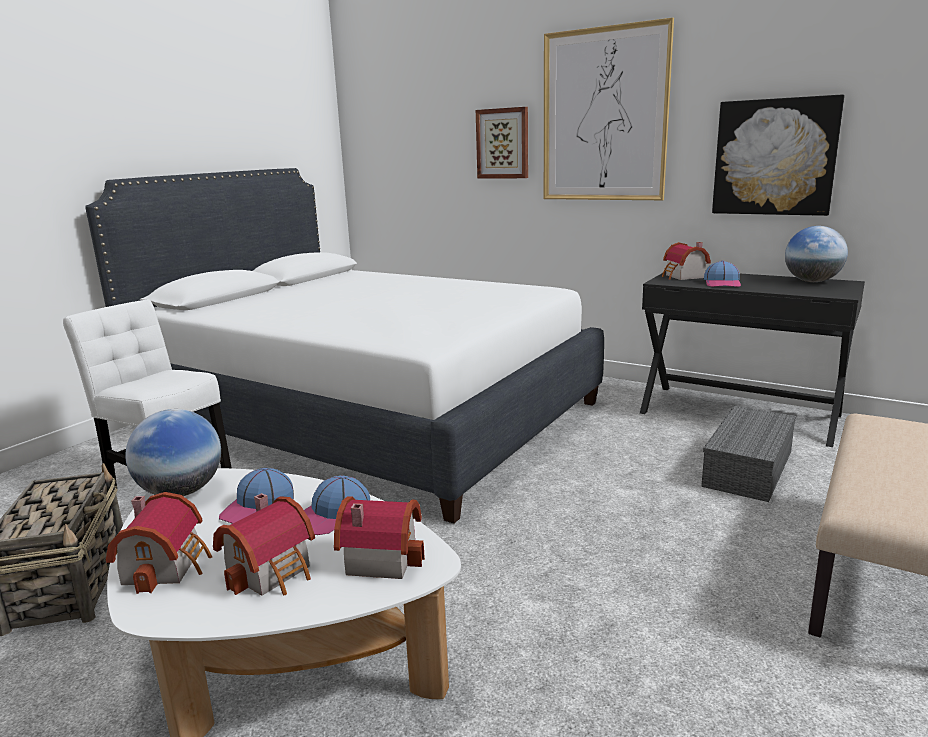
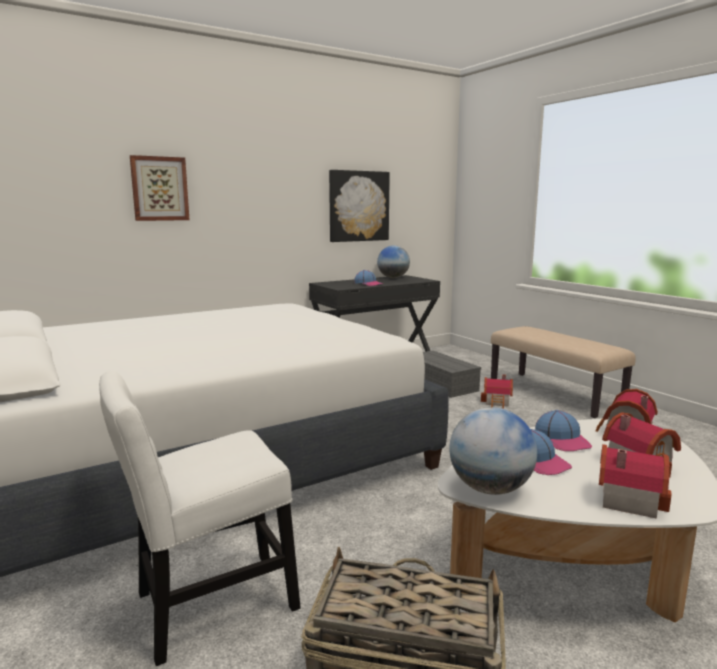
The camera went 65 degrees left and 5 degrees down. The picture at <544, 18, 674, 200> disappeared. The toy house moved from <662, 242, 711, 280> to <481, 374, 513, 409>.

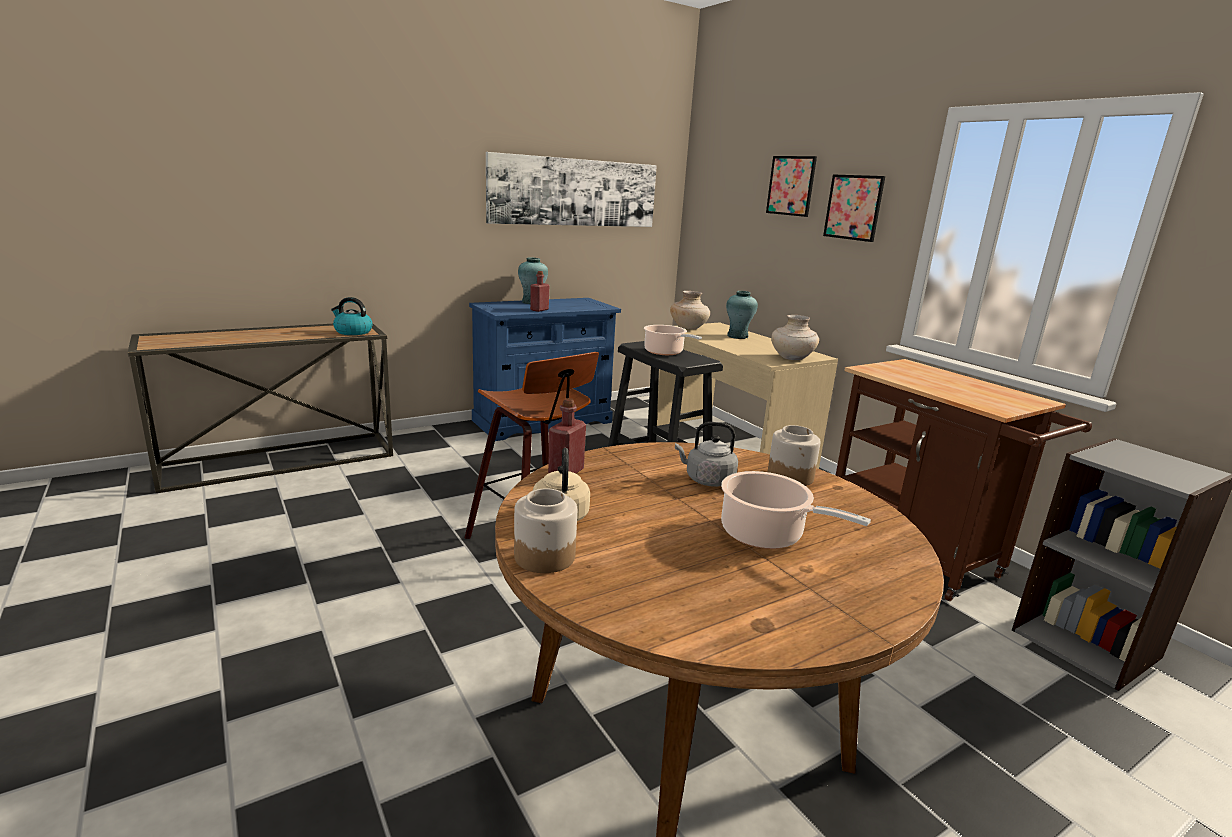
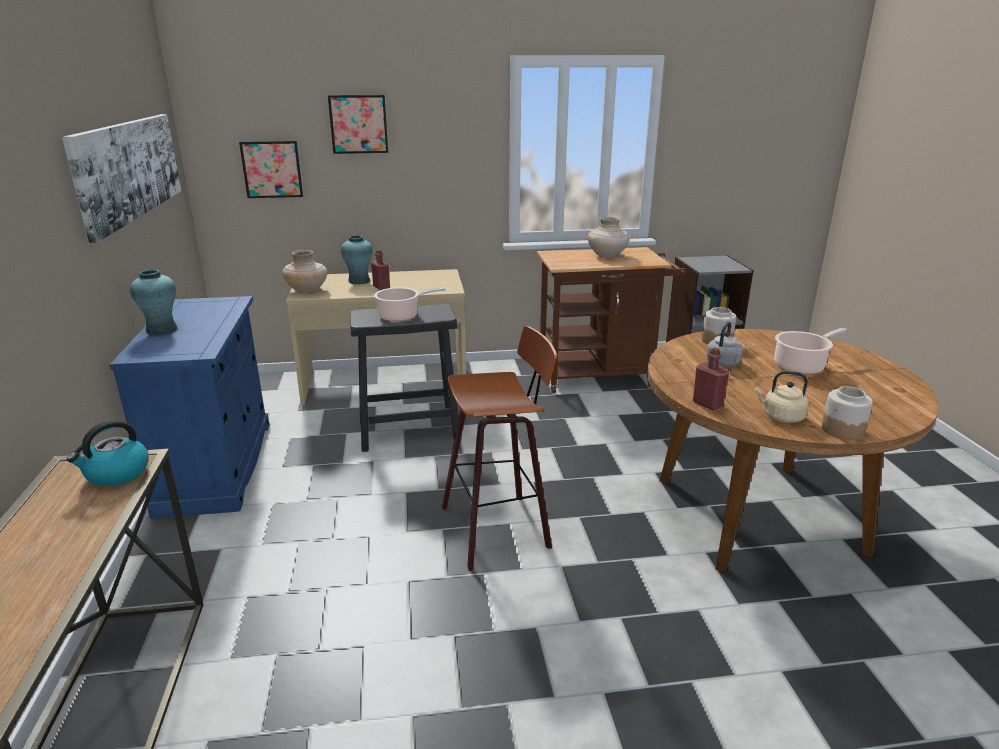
The camera went 65 degrees left and 5 degrees up. The picture moved from <823, 174, 885, 242> to <239, 141, 303, 198>. The bottle (red) moved from <530, 271, 549, 312> to <371, 249, 390, 290>. The vase (beige) moved from <771, 315, 819, 360> to <588, 217, 629, 258>.

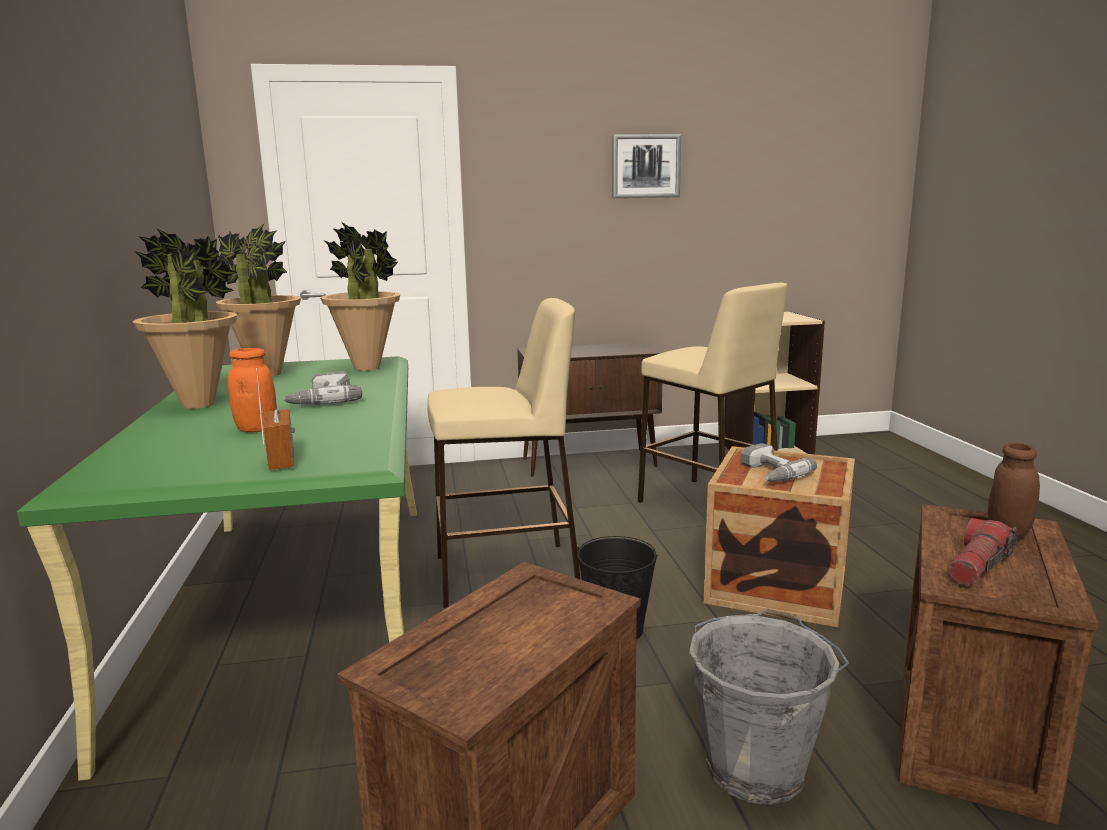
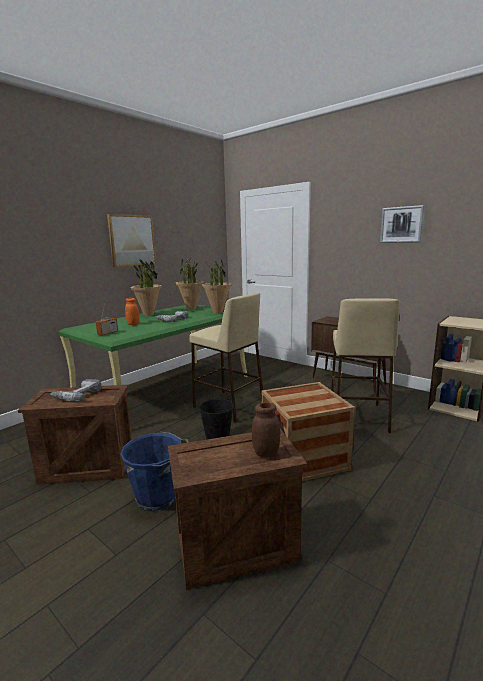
The camera went 50 degrees right and 0 degrees up. The power drill moved from <741, 443, 817, 482> to <50, 379, 102, 401>. The flashlight at <949, 518, 1017, 585> disappeared. The bucket (grey) at <689, 608, 849, 805> became the bucket (blue) at <120, 431, 189, 511>. The picture at <107, 214, 156, 267> appeared.

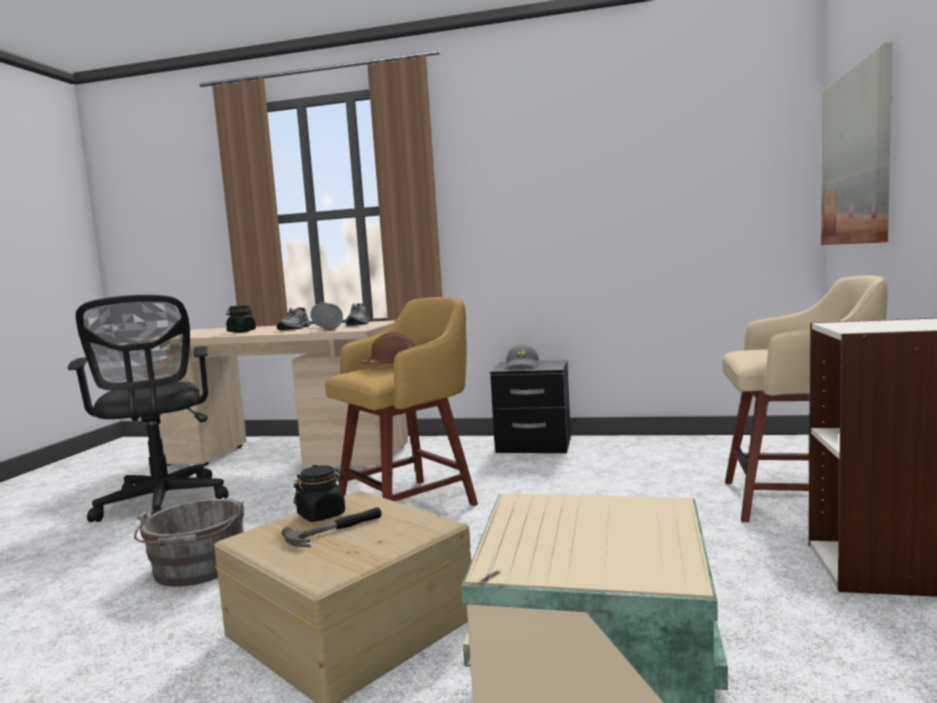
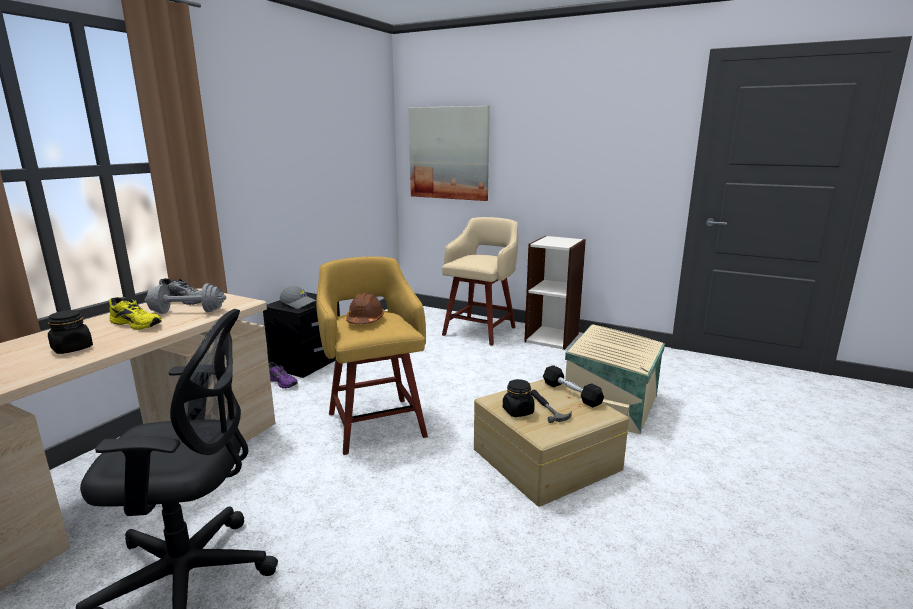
The camera went 75 degrees left and 10 degrees up. The shoe (grey) at <277, 307, 310, 330> became the shoe (yellow) at <109, 297, 162, 330>. The bucket (grey) at <134, 499, 244, 587> disappeared. The shoe (purple) at <269, 362, 298, 388> appeared. The dumbbell (black) at <543, 365, 604, 408> appeared.

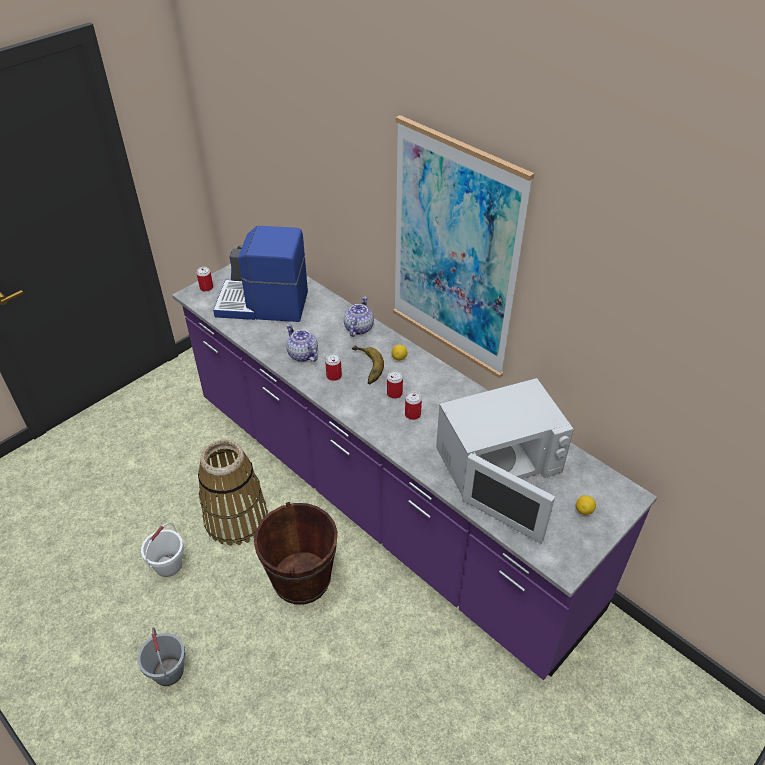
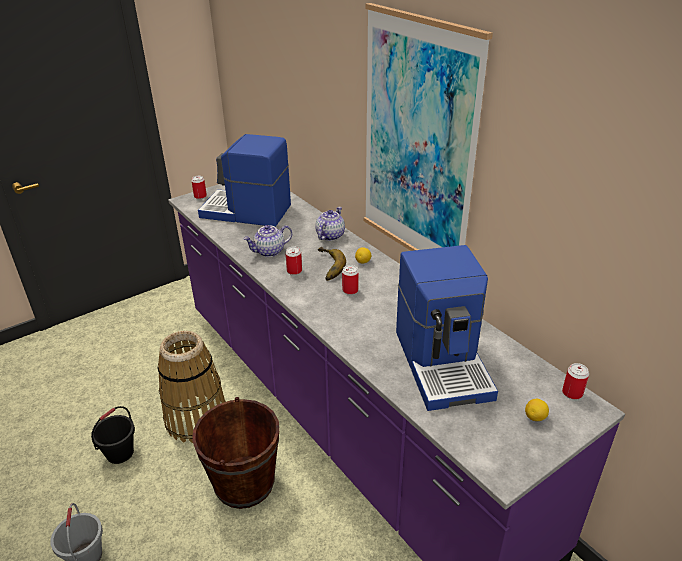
The camera went 10 degrees right and 10 degrees down. The teapot at <286, 324, 318, 362> turned 90 degrees counterclockwise. The microwave (white) at <436, 378, 574, 544> was replaced by the coffee machine at <396, 245, 498, 411>. The can moved from <405, 391, 422, 420> to <562, 363, 589, 400>. The bucket (white) at <141, 523, 184, 577> became the bucket (black) at <91, 406, 135, 464>.

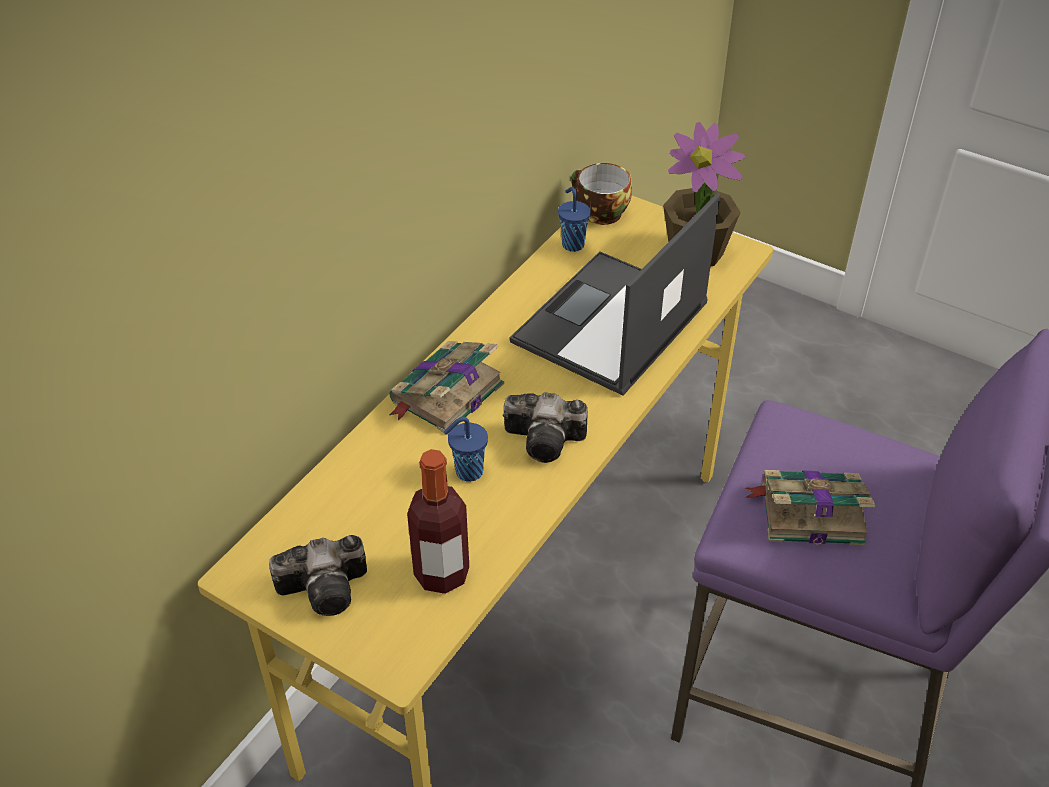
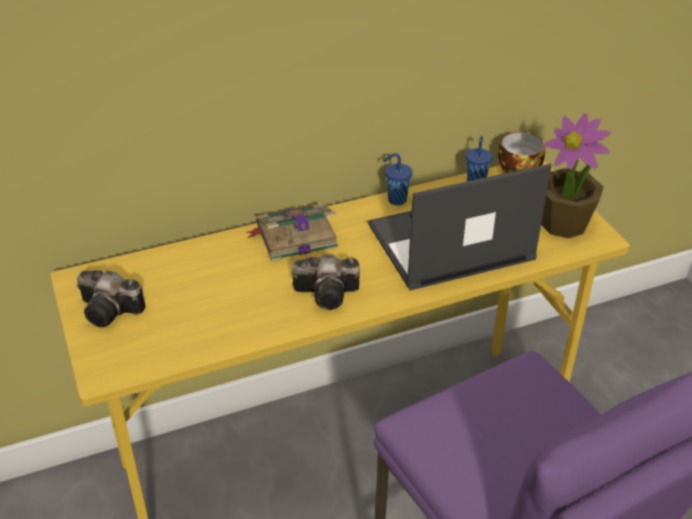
The camera went 35 degrees right and 5 degrees down. The photo camera at <503, 392, 588, 463> turned 45 degrees counterclockwise. The cup (blue) moved from <444, 417, 488, 482> to <383, 153, 412, 205>. The bottle at <407, 449, 469, 594> disappeared. The book at <745, 470, 875, 546> disappeared.

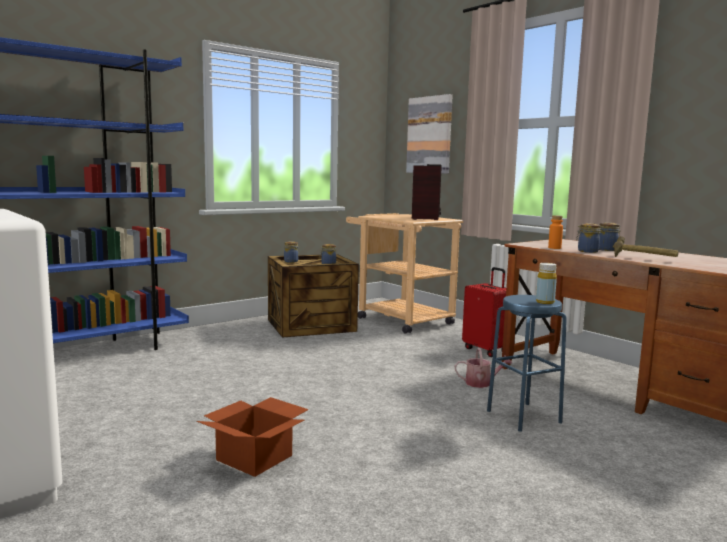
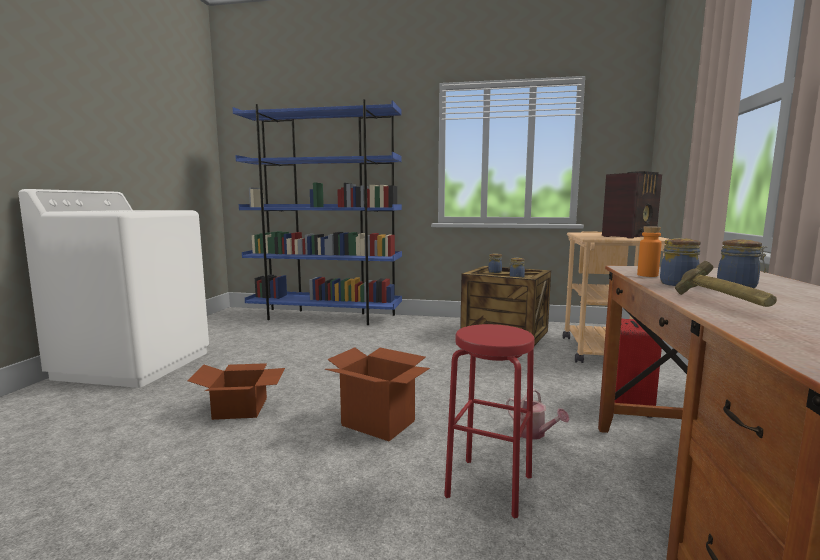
The camera went 50 degrees right and 0 degrees up. The picture at <406, 94, 453, 174> disappeared. The bottle (yellow) at <536, 263, 557, 304> disappeared. The stool (blue) at <487, 295, 567, 432> became the stool (red) at <444, 324, 535, 519>. The cardboard box at <325, 347, 430, 441> appeared.

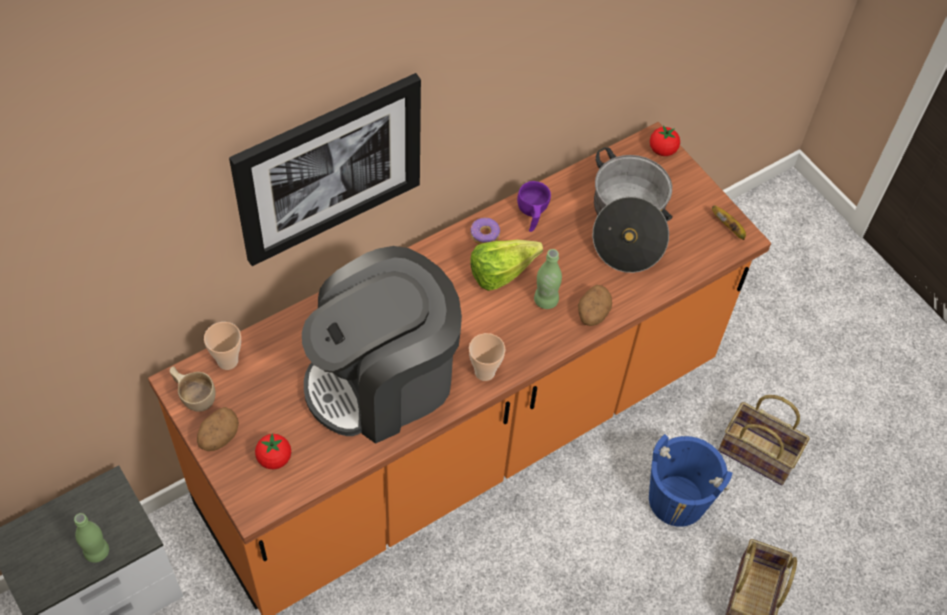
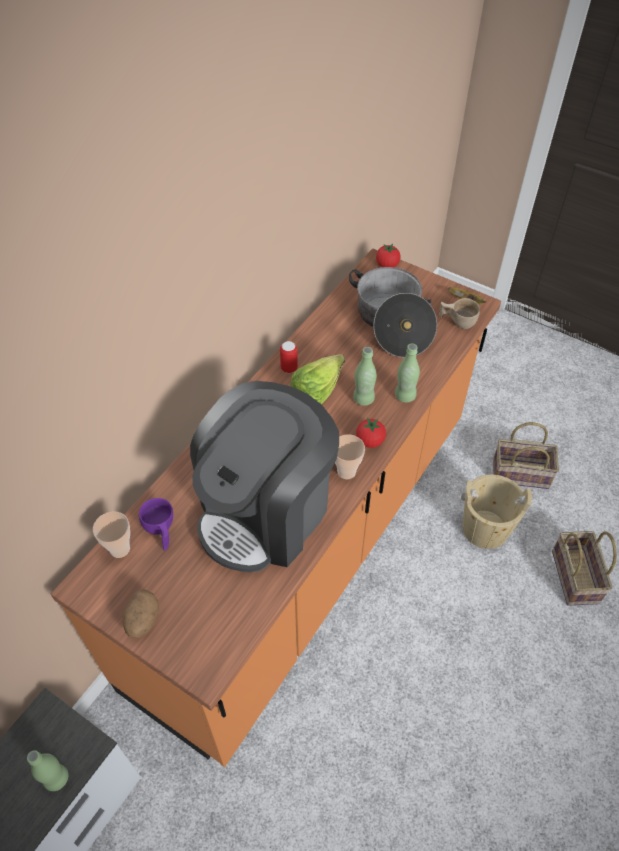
The camera went 20 degrees left and 5 degrees down. The picture at <229, 73, 421, 266> disappeared. The cup (purple) moved from <517, 181, 551, 232> to <139, 498, 173, 551>. The donut at <470, 218, 500, 244> was replaced by the can at <280, 341, 298, 373>. The potato at <578, 285, 612, 326> was replaced by the bottle (green) at <395, 343, 420, 403>. The cup (beige) moved from <170, 366, 215, 412> to <439, 298, 480, 329>. The tomato moved from <255, 433, 291, 469> to <356, 418, 386, 448>. The bucket (blue) at <649, 434, 732, 527> became the bucket (beige) at <461, 475, 532, 549>.

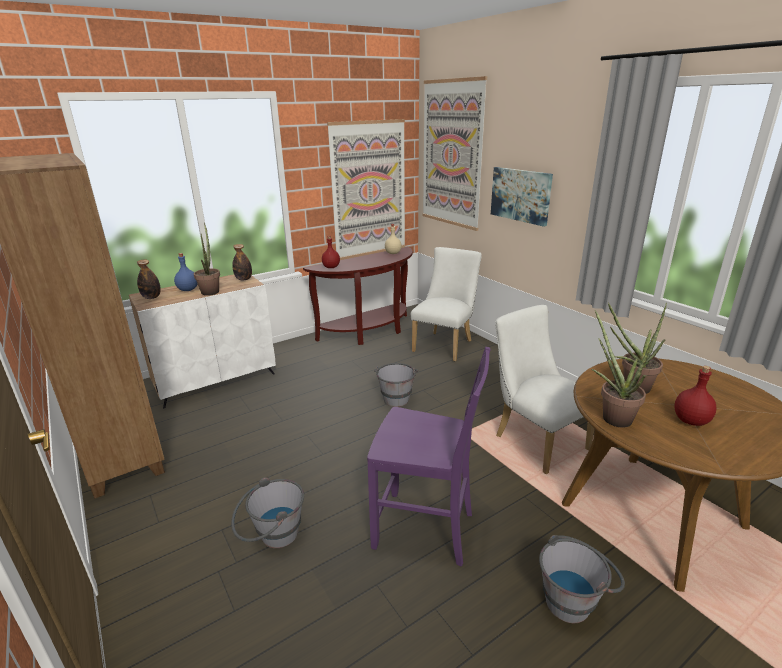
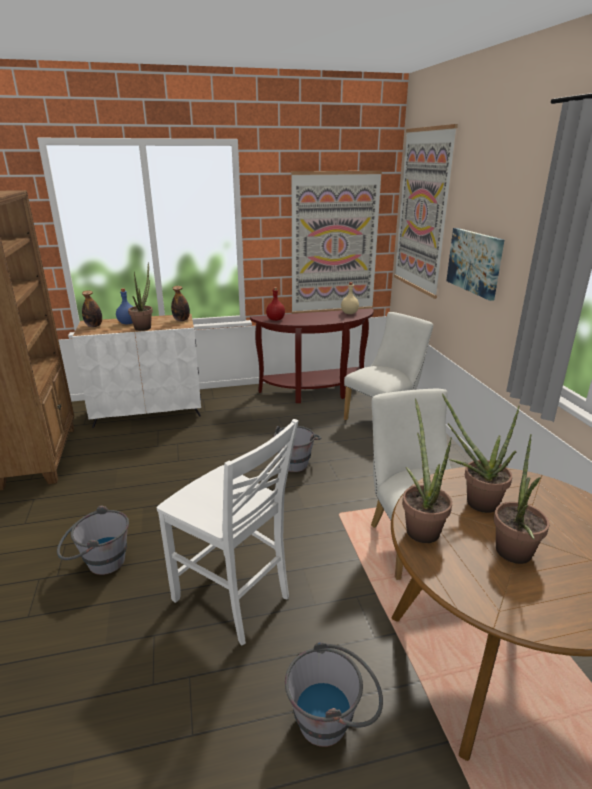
The camera went 20 degrees right and 0 degrees up. The chair (purple) at <367, 347, 491, 566> became the chair (white) at <157, 419, 298, 645>. The bottle (red) at <674, 366, 716, 426> was replaced by the potted plant at <494, 434, 549, 564>.

